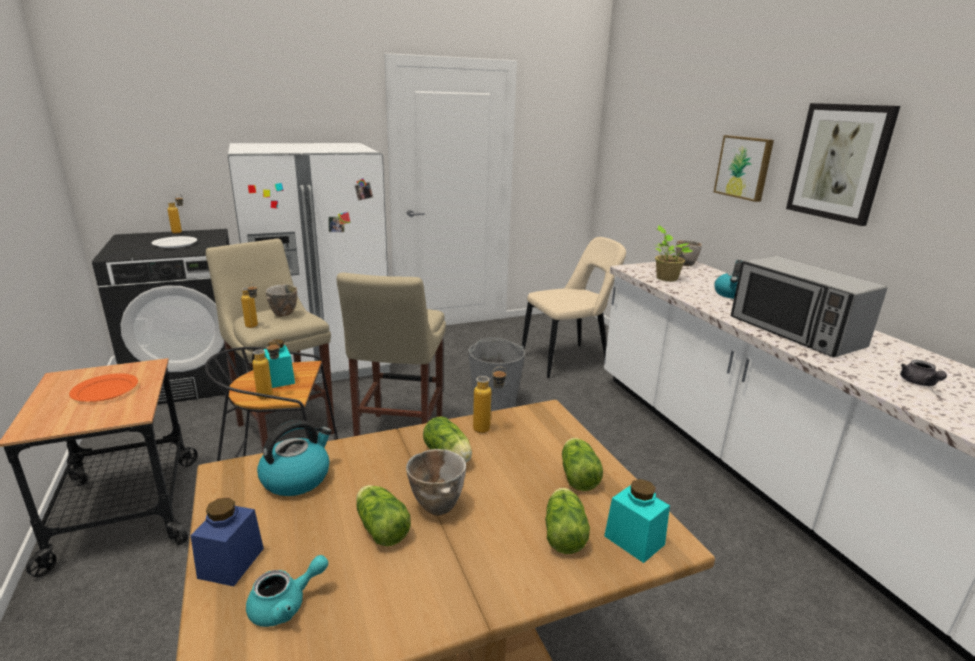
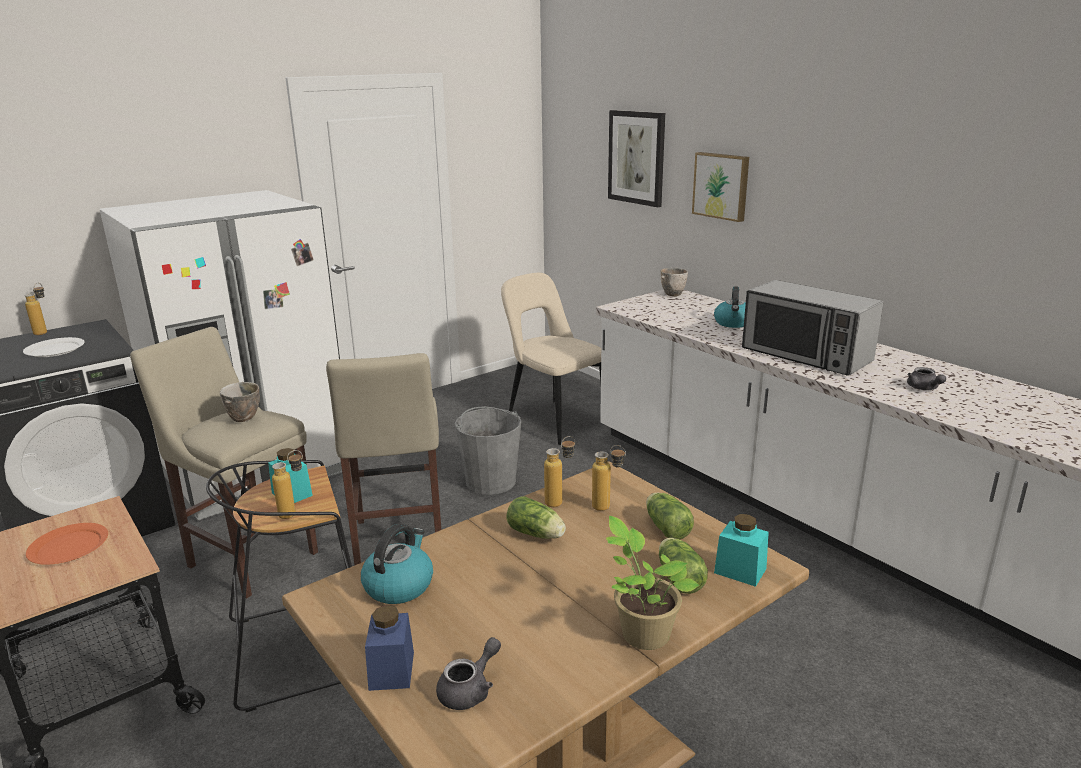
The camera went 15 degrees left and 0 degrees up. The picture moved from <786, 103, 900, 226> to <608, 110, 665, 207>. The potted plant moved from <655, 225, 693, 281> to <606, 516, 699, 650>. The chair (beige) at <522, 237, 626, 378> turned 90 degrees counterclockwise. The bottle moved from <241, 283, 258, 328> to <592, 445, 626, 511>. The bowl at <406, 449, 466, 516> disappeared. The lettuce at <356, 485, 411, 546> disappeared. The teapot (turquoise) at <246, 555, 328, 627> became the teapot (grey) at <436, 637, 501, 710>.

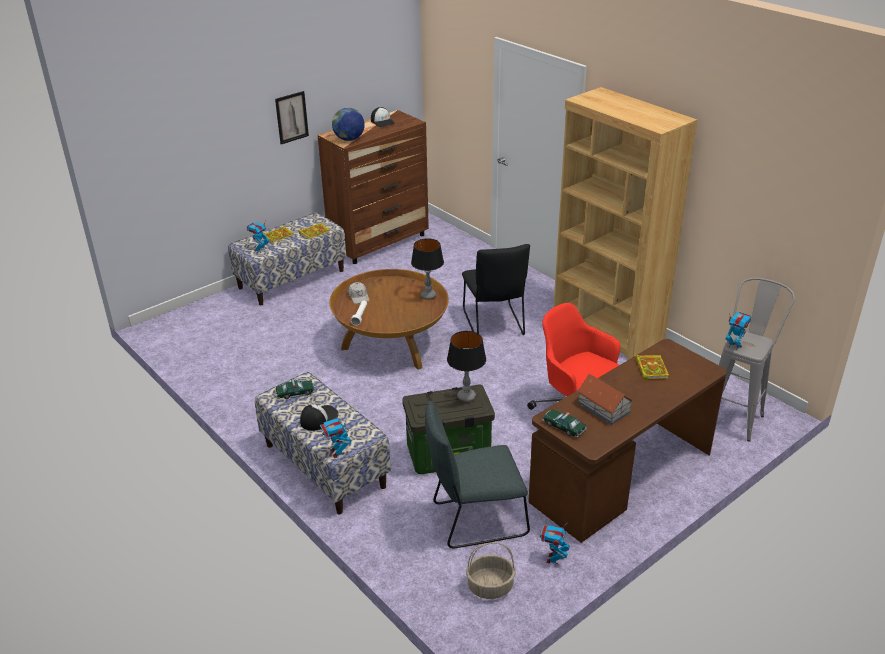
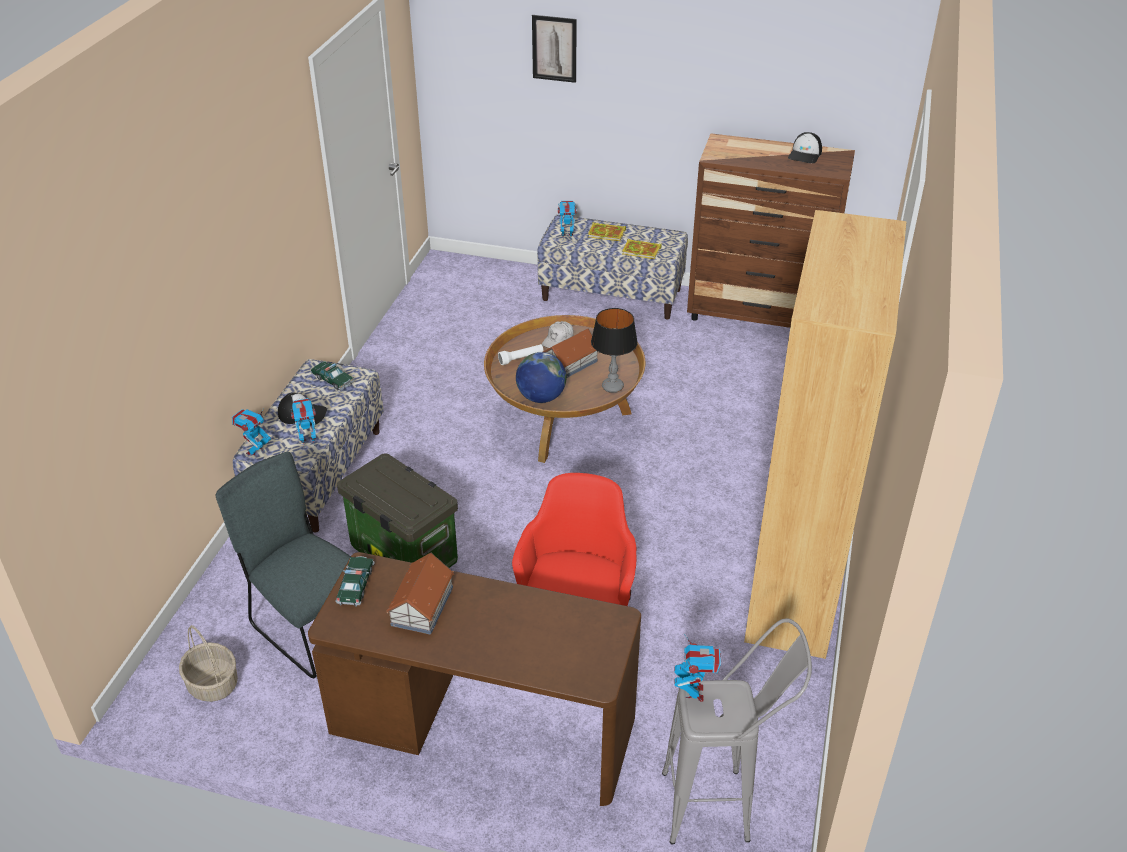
The camera went 55 degrees right and 5 degrees up. The picture moved from <275, 91, 309, 144> to <532, 15, 577, 83>. The globe moved from <332, 108, 365, 141> to <516, 352, 566, 403>. The chair (black) at <462, 244, 530, 335> disappeared. The table lamp at <447, 331, 486, 402> disappeared. The book at <635, 355, 669, 380> disappeared. The toy robot moved from <540, 525, 570, 564> to <291, 398, 316, 448>. The toy house at <543, 328, 598, 378> appeared.

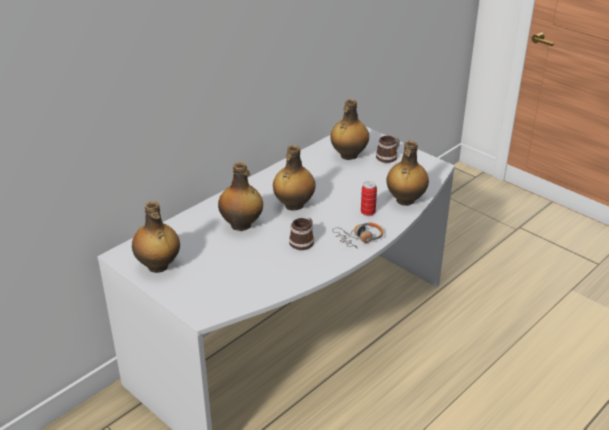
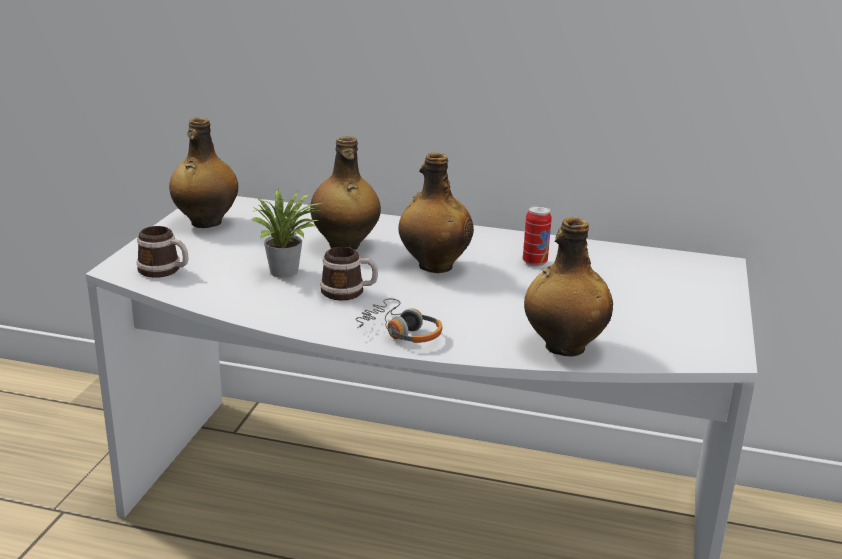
The camera went 60 degrees right and 10 degrees down. The bottle at <330, 99, 369, 160> disappeared. The mug moved from <376, 136, 400, 163> to <136, 226, 189, 278>. The can moved from <361, 181, 377, 216> to <523, 205, 552, 267>. The potted plant at <251, 187, 322, 278> appeared.

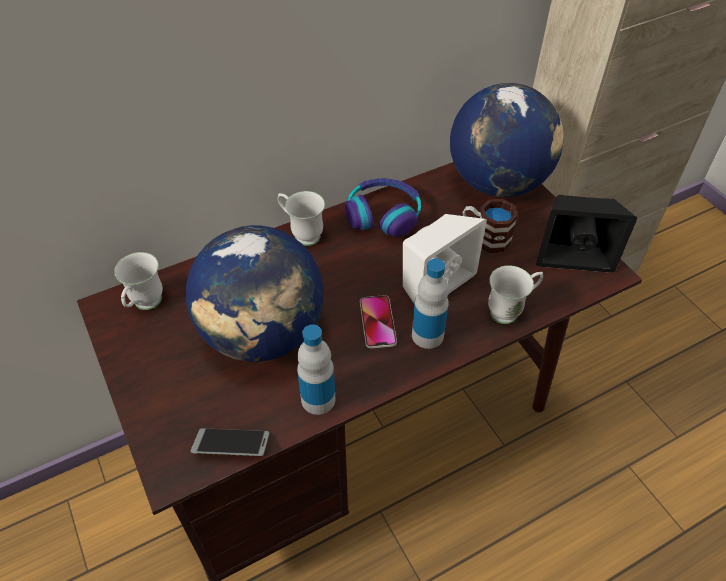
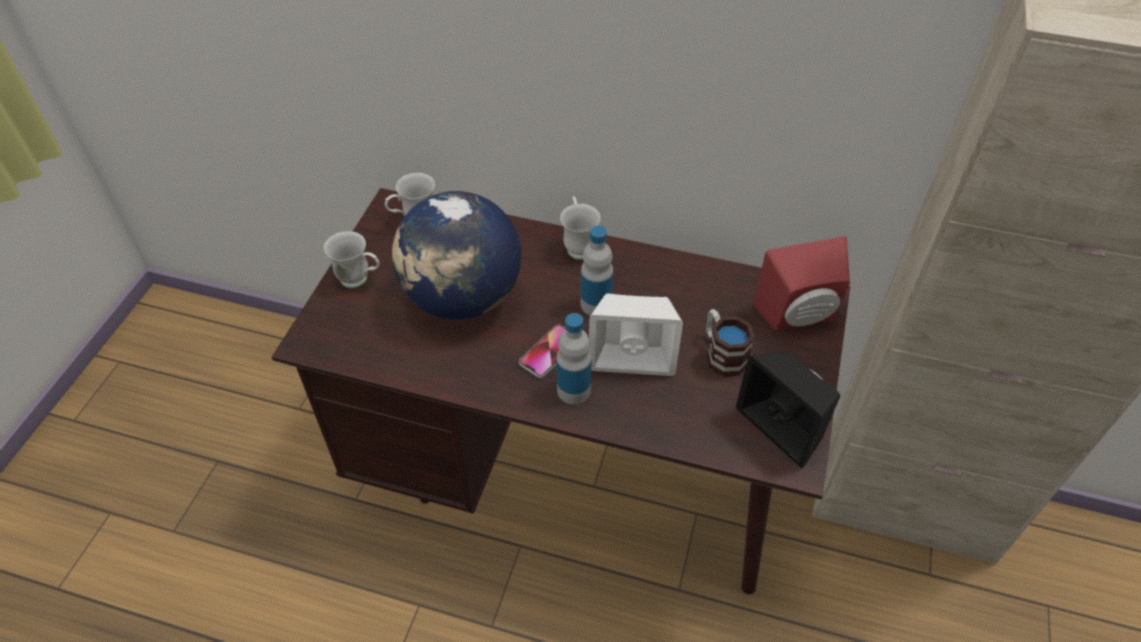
The camera went 45 degrees right and 0 degrees up. The globe at <450, 83, 564, 197> was replaced by the speaker (red) at <753, 236, 850, 331>. The headphones at <345, 178, 421, 237> disappeared. The mug (white) moved from <488, 265, 543, 324> to <324, 231, 380, 288>. The bottle moved from <297, 324, 336, 415> to <581, 226, 613, 316>. The phone at <191, 428, 269, 456> disappeared.

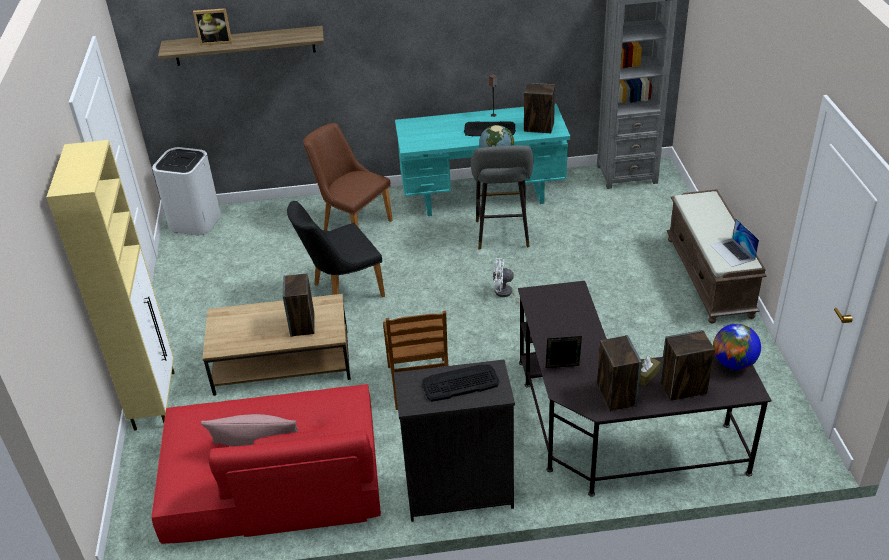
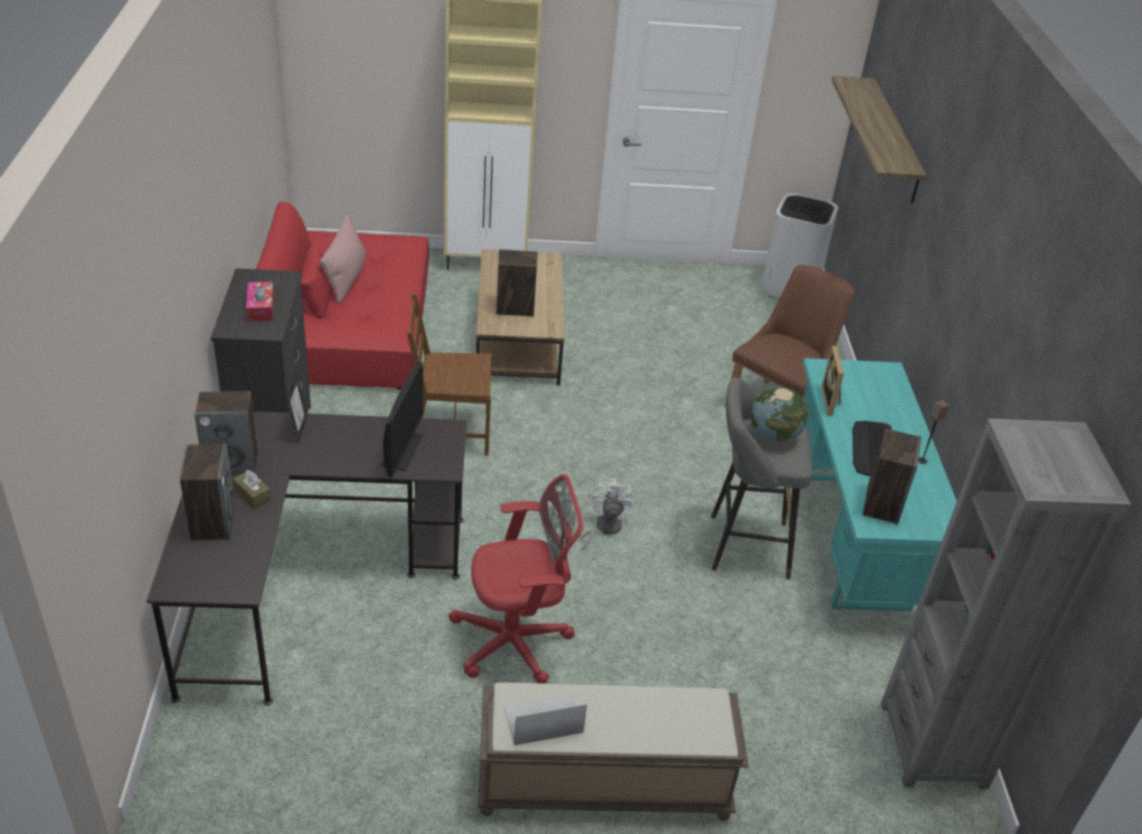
The camera went 90 degrees right and 0 degrees up. The picture frame moved from <193, 8, 232, 46> to <821, 346, 844, 416>. The chair (black) at <287, 201, 385, 297> disappeared. The globe at <713, 324, 761, 370> disappeared. The keyboard at <422, 364, 499, 402> was replaced by the tissue box at <246, 281, 274, 321>. The monitor at <381, 362, 423, 477> appeared. The office chair (red) at <449, 475, 583, 684> appeared.

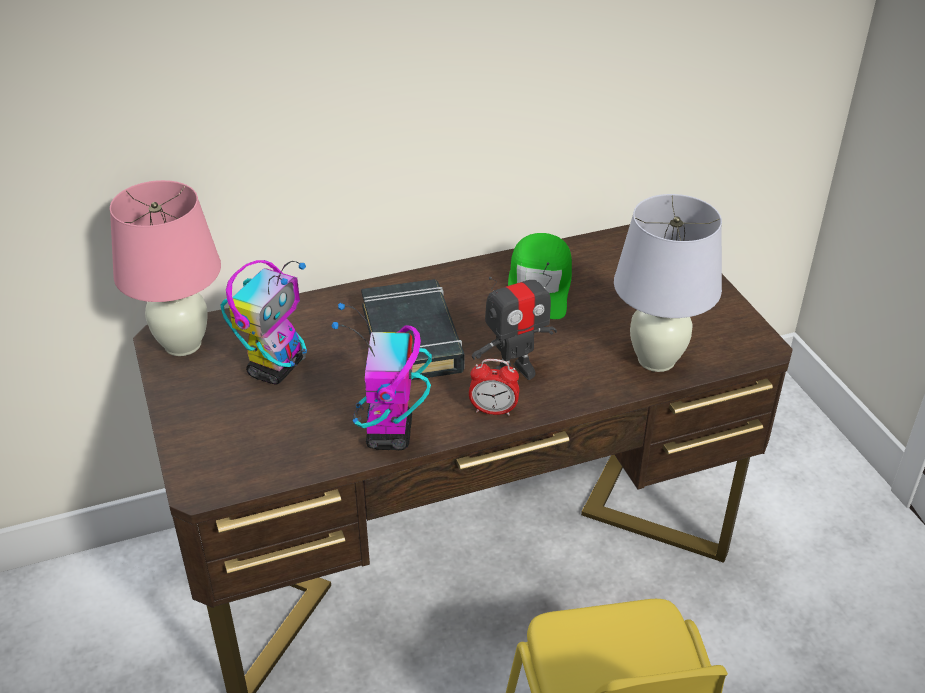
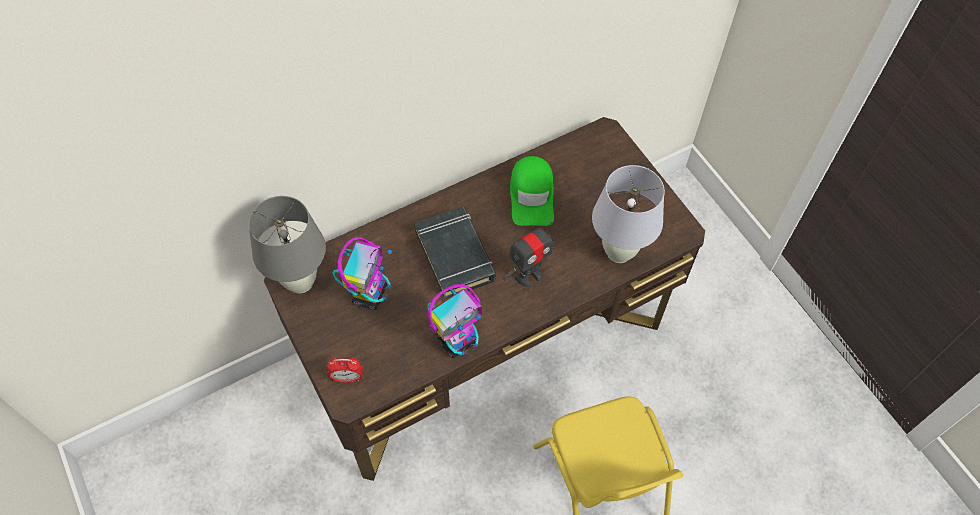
The camera went 10 degrees left and 20 degrees up. The table lamp (pink) at <110, 180, 221, 356> became the table lamp (grey) at <248, 196, 326, 293>. The toy robot at <331, 303, 432, 450> turned 120 degrees counterclockwise. The alarm clock moved from <469, 359, 519, 416> to <327, 358, 363, 383>.

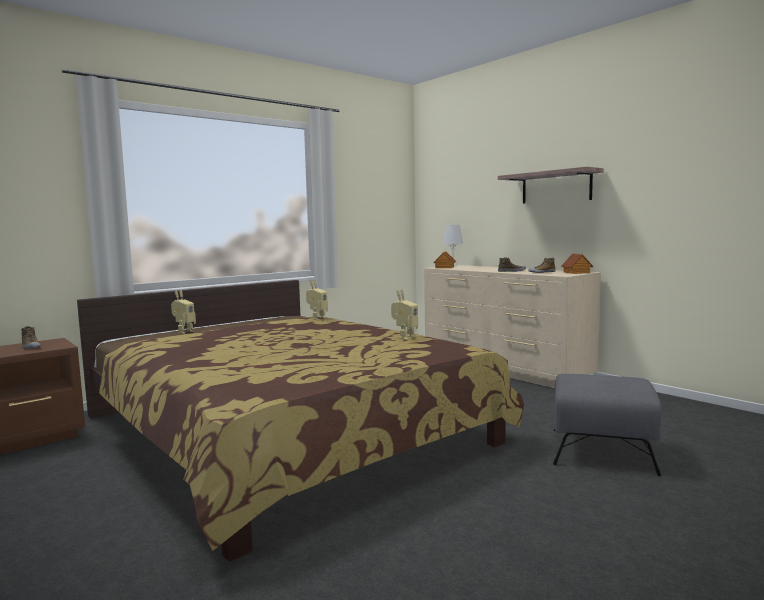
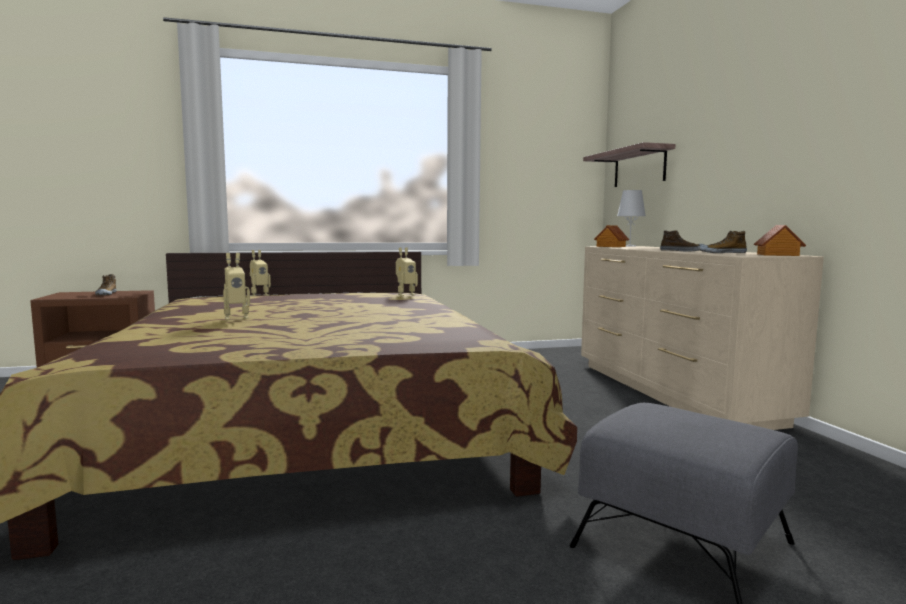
The camera went 25 degrees right and 0 degrees up. The shelf moved from <498, 167, 604, 204> to <583, 142, 676, 187>. The toy robot moved from <391, 290, 418, 340> to <223, 253, 250, 320>.

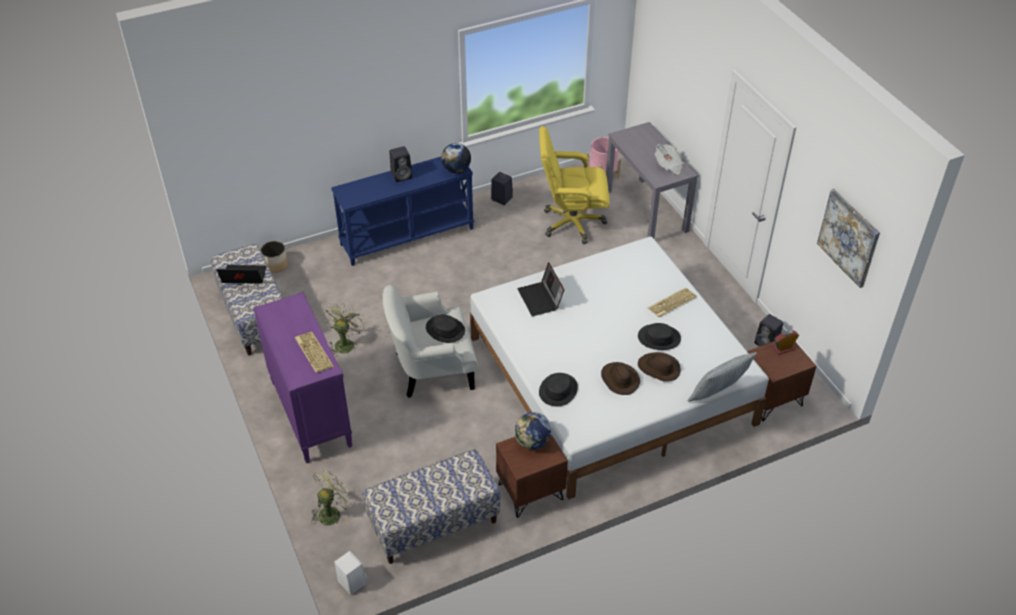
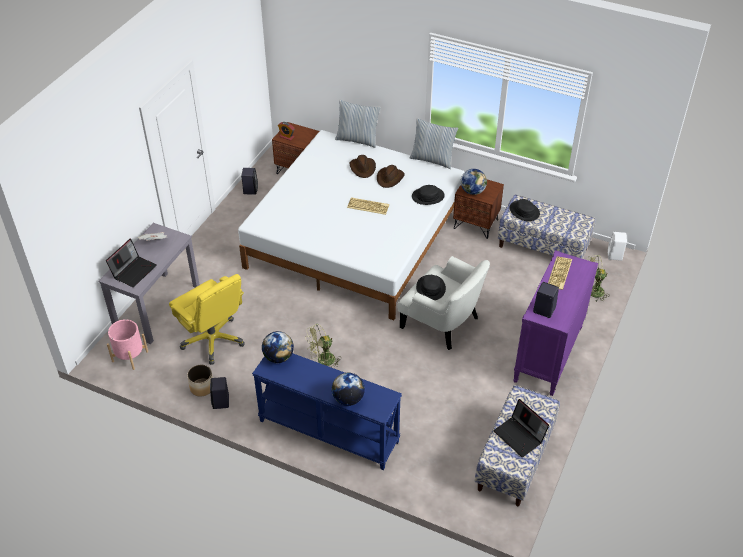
The camera went 130 degrees left and 0 degrees up. The speaker (black) moved from <389, 146, 412, 182> to <533, 282, 559, 318>. The picture at <817, 189, 880, 288> disappeared. The planter moved from <261, 241, 288, 273> to <187, 365, 213, 396>. The laptop moved from <517, 262, 564, 316> to <106, 238, 157, 287>. The keyboard moved from <648, 288, 697, 317> to <347, 197, 389, 215>. The fan (green) moved from <322, 303, 366, 355> to <305, 324, 341, 368>. The hat (black) moved from <638, 323, 681, 350> to <509, 199, 540, 221>. The pillow at <410, 118, 458, 169> appeared. The globe at <332, 373, 365, 406> appeared.

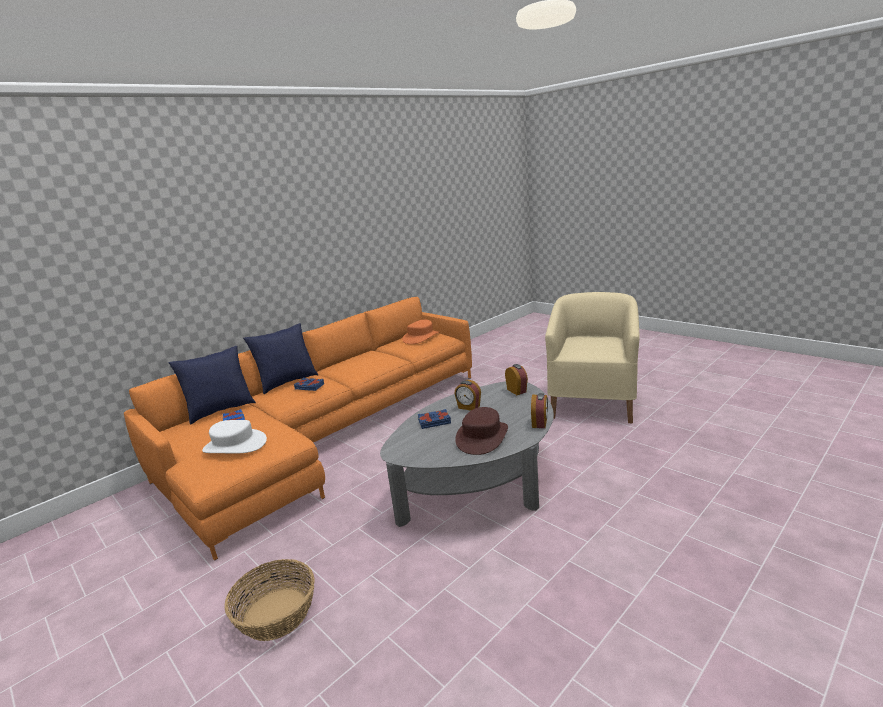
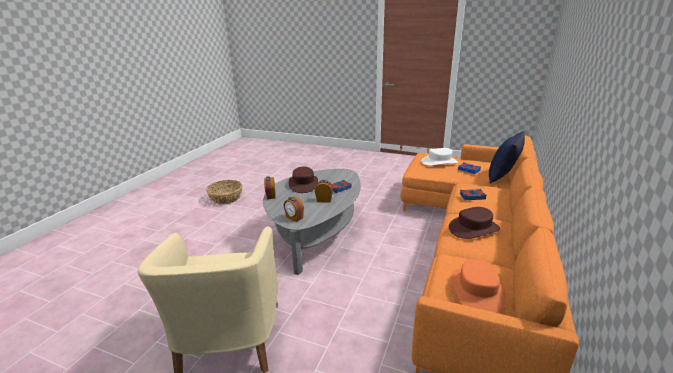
The camera went 155 degrees right and 5 degrees up. The pillow (blue) at <243, 323, 318, 394> disappeared. The basket moved from <225, 559, 314, 641> to <206, 180, 242, 204>. The hat (brown) at <449, 207, 500, 239> appeared.

